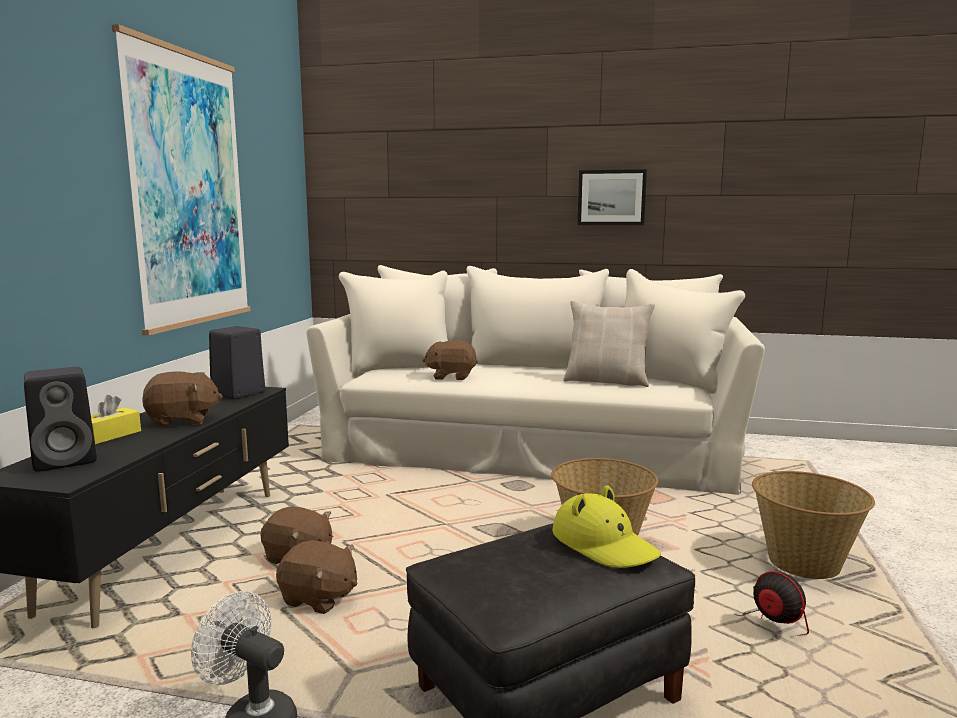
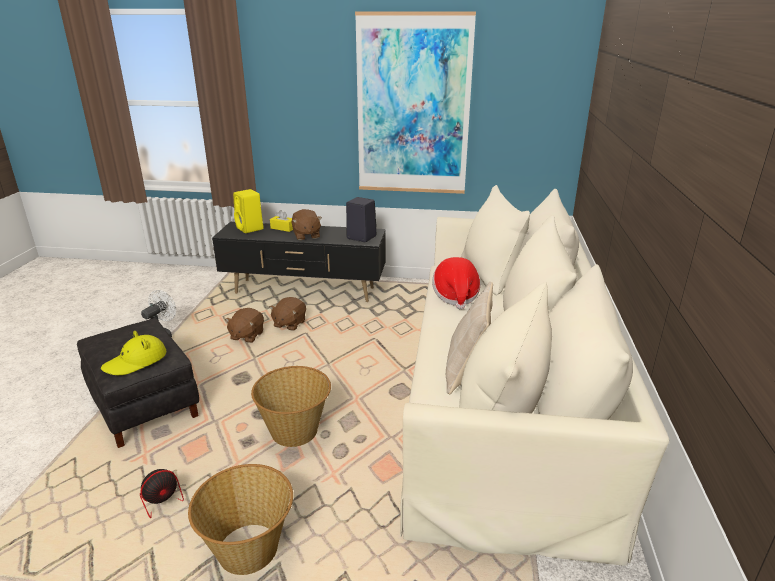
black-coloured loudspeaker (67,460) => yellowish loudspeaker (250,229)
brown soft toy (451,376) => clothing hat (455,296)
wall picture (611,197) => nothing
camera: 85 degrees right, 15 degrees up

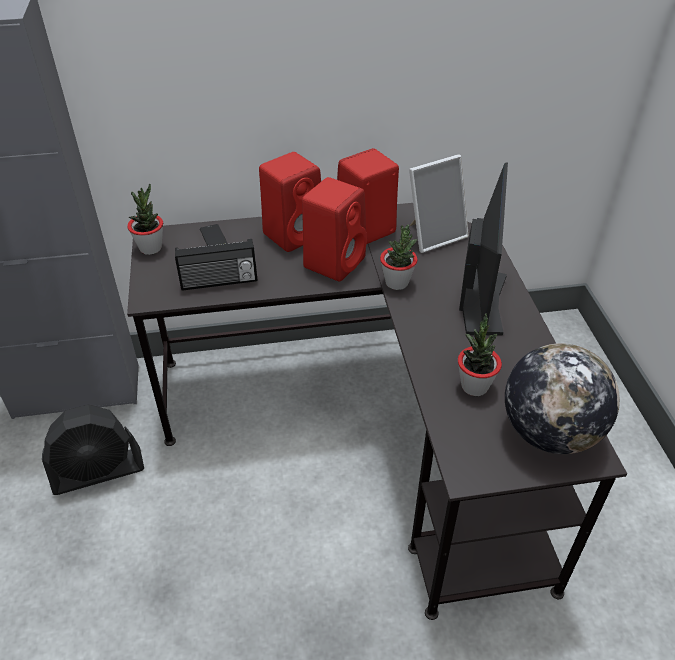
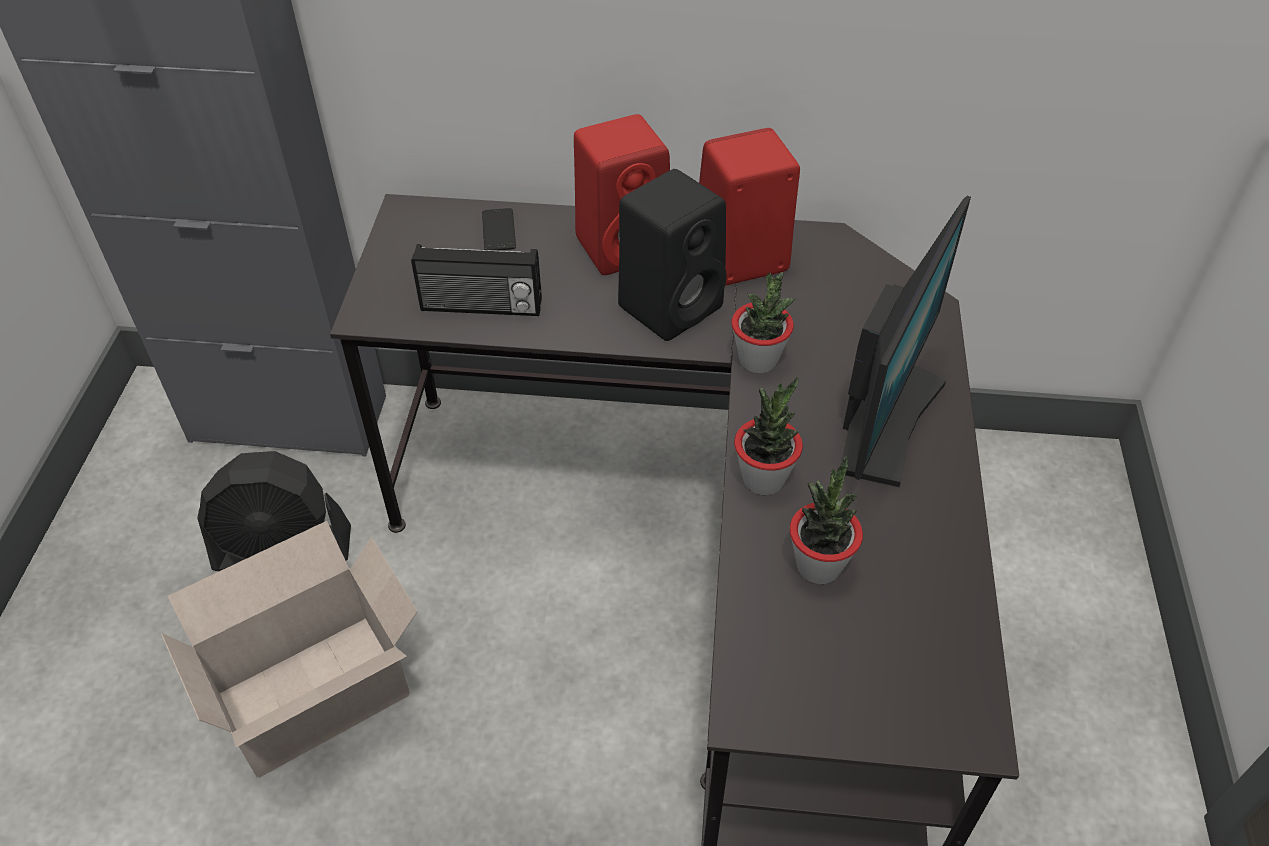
plant in a pot (150,248) => plant in a pot (763,479), move
red-coloured loudspeaker (335,261) => black-coloured loudspeaker (672,305)
picture frame (434,235) => nothing
world globe (549,432) => nothing
nothing => carton (320,692)
camera: 15 degrees right, 5 degrees up

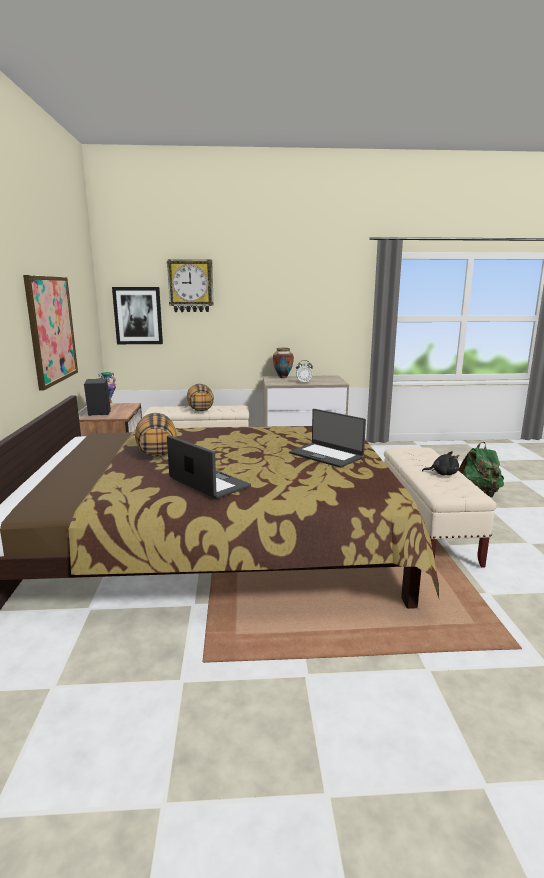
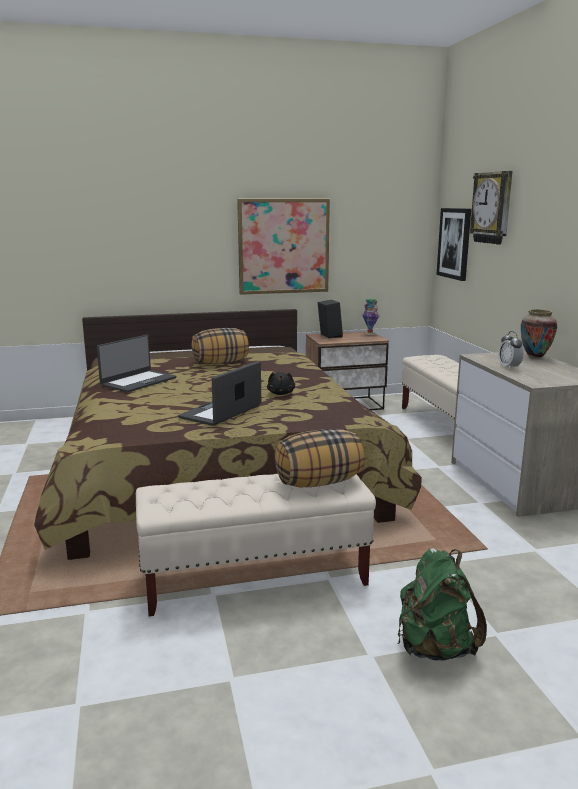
pillow (200,409) => pillow (319,482), move
black-coloured soft toy (442,474) => black-coloured soft toy (281,393), move
camera: 80 degrees right, 0 degrees up

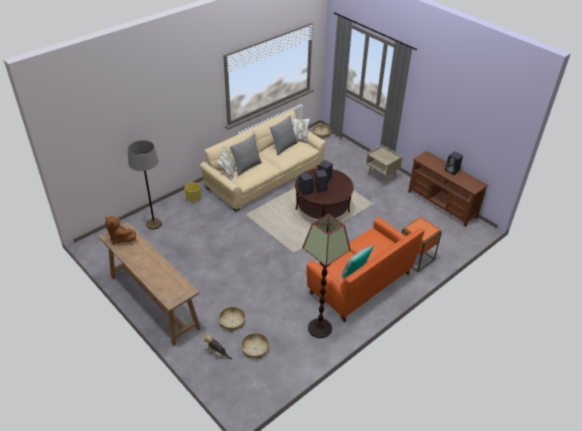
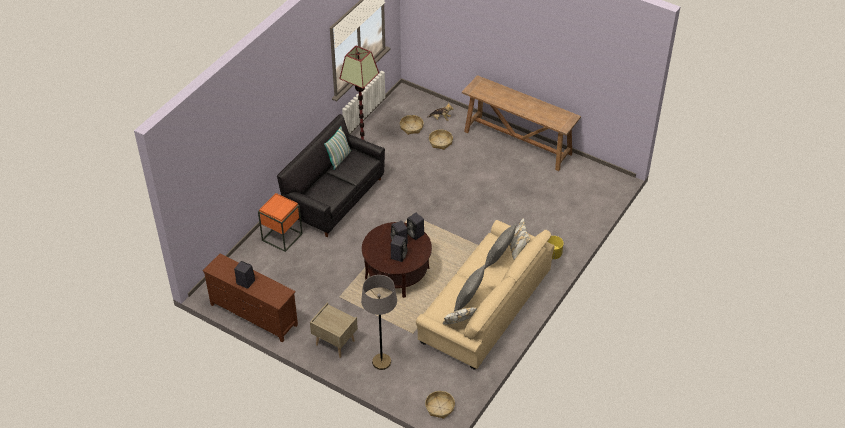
brown soft toy (120,239) => nothing
grey standard lamp (154,224) => grey standard lamp (381,362), move
orange settee (360,284) => black-coloured settee (335,198)
camera: 165 degrees right, 5 degrees up

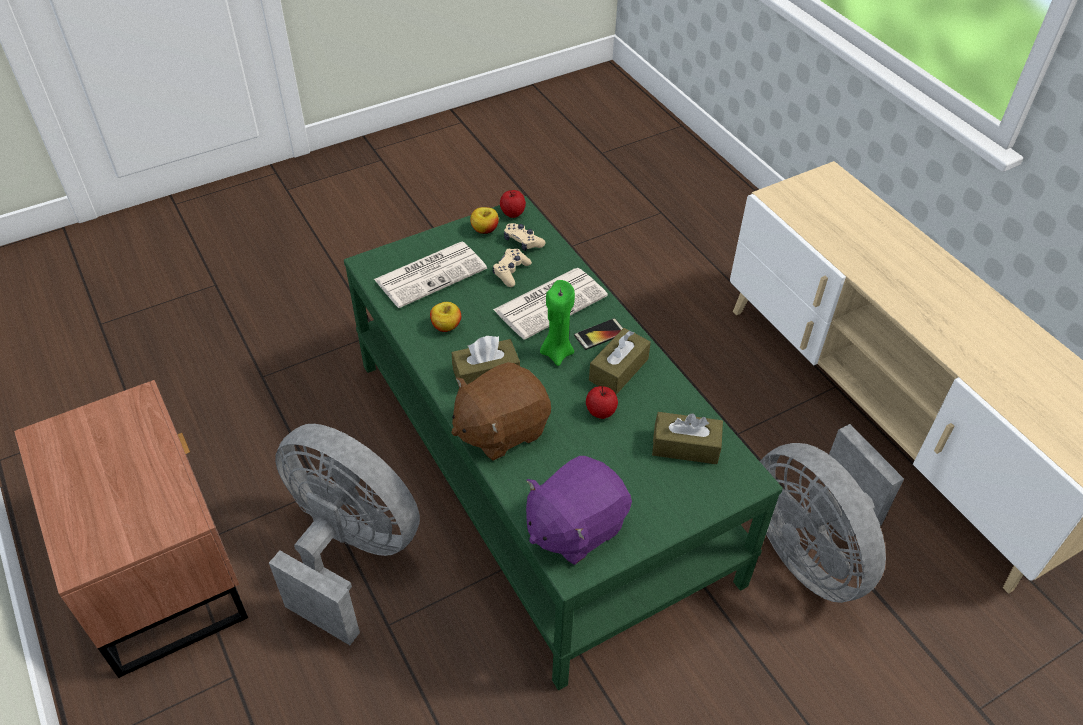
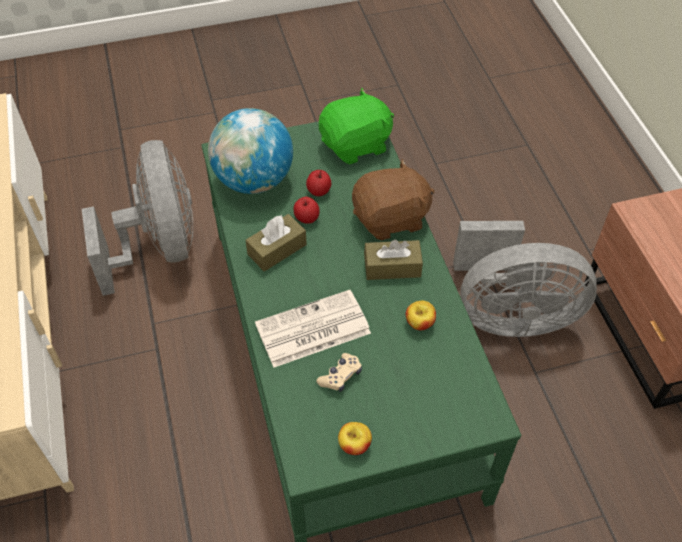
grey electric fan (349,553) => grey electric fan (509,315), 45 degrees counterclockwise
printed paper (431,273) => nothing
whole apple (512,213) => whole apple (319,191), move
sand-coloured game controller (523,242) => nothing
purplish soft toy (574,527) => green-coloured soft toy (356,145)
green-coloured candle (557,352) => nothing
phone (600,334) => nothing
brown tissue holder (685,446) => world globe (254,180)
camera: 165 degrees left, 5 degrees up

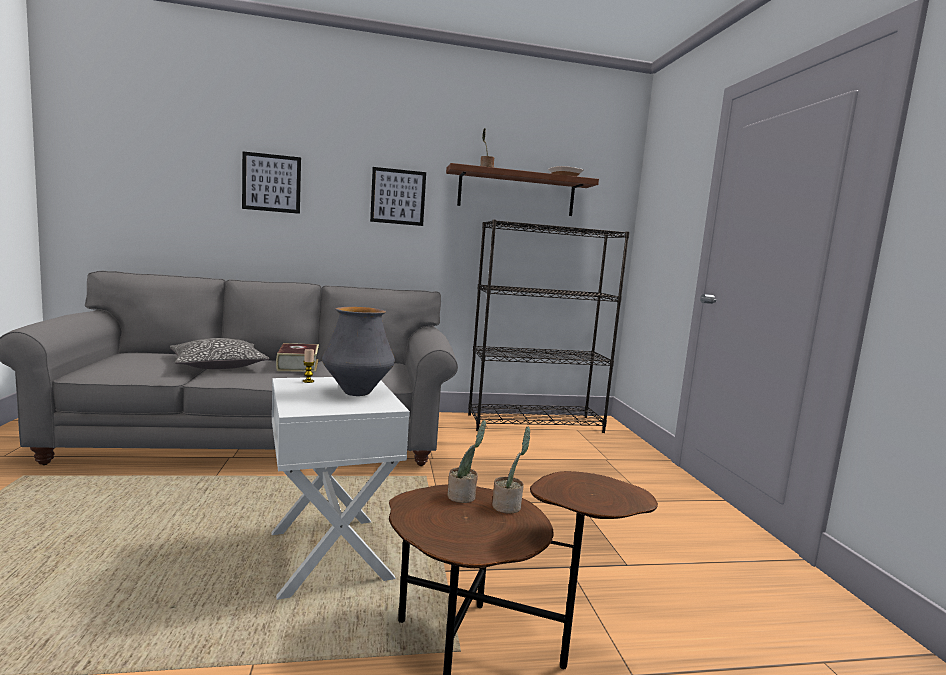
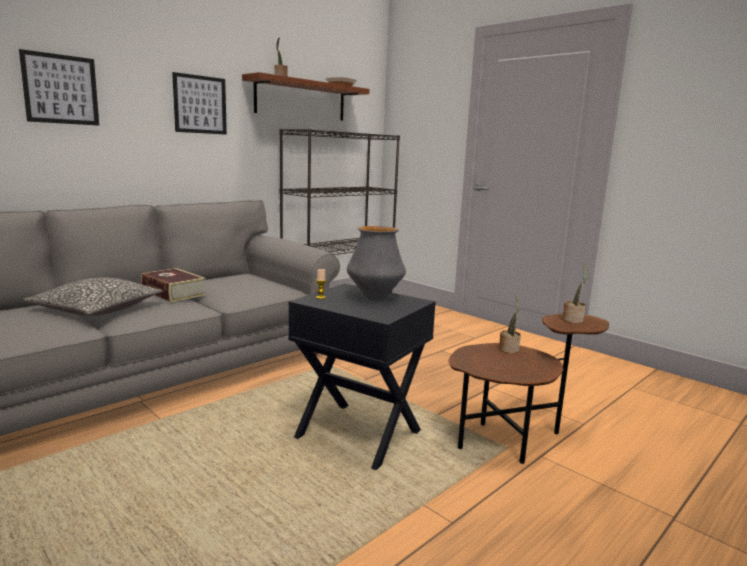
whitish side table (327,556) => black-coloured side table (357,435)
plant in a pot (463,496) => plant in a pot (573,320), move
camera: 35 degrees left, 5 degrees up

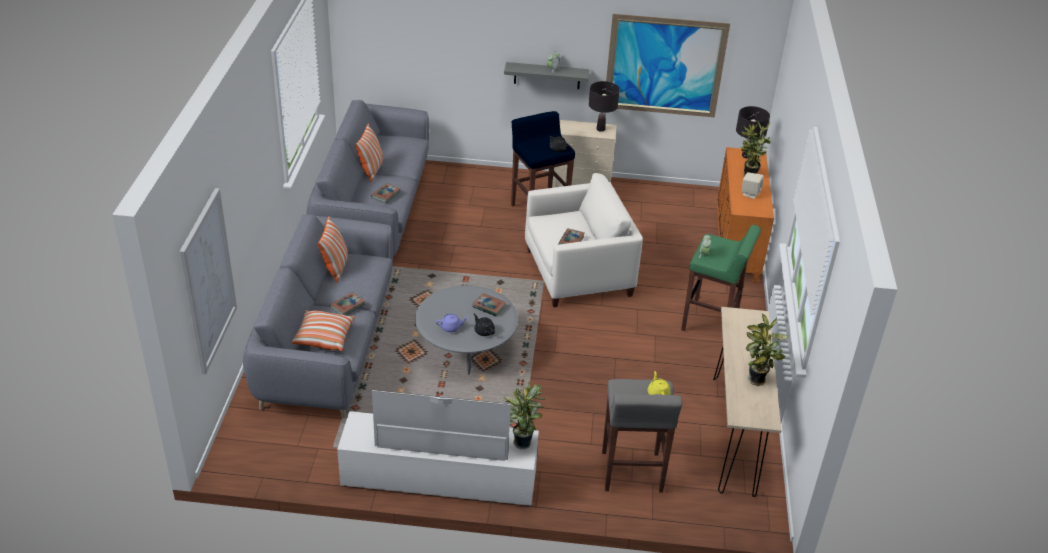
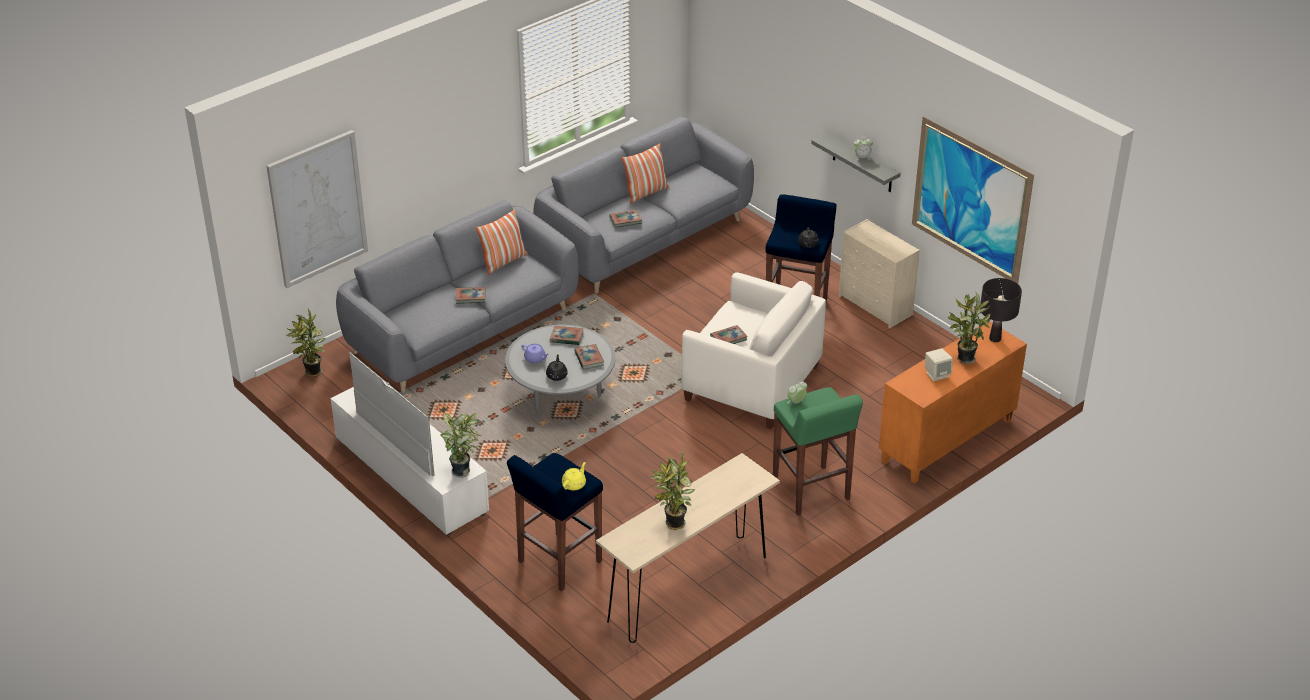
pillow (323,337) => nothing
black-coloured tabletop lamp (600,129) => nothing
grey sitting stool (631,472) => bluish sitting stool (558,562)
nothing => plant in a pot (312,373)
nothing => book (566,337)
camera: 45 degrees right, 0 degrees up

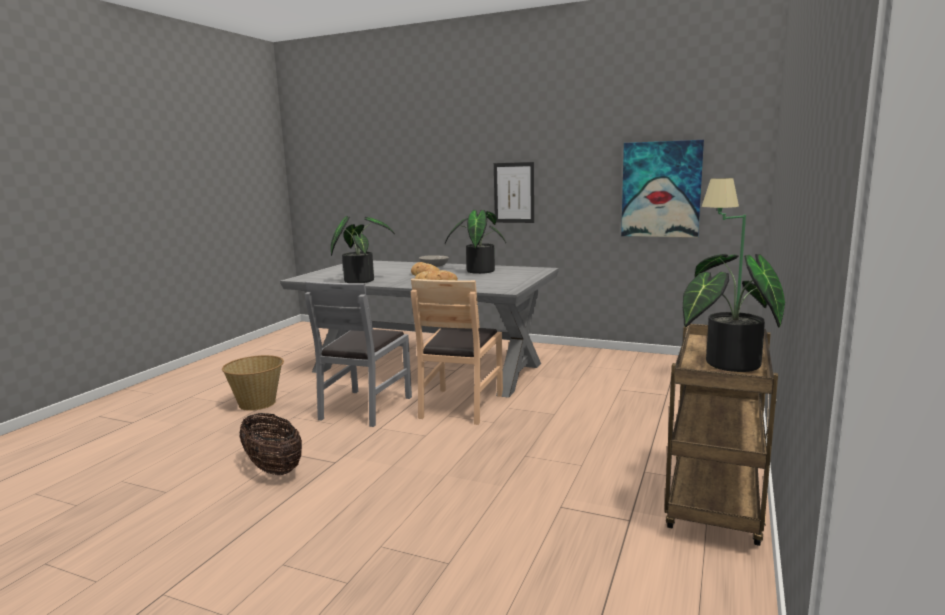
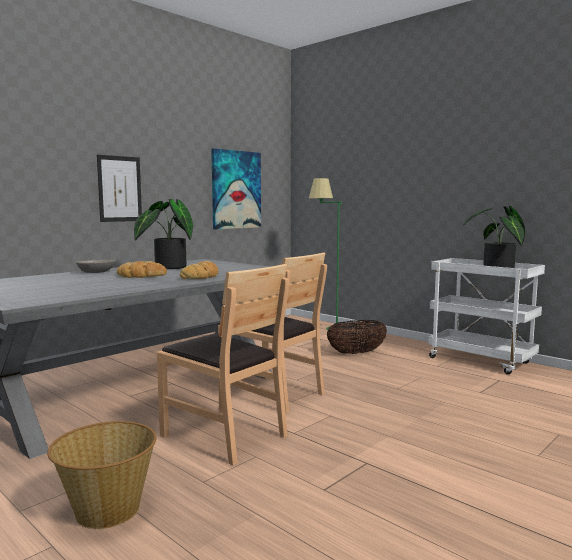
basket (273,468) => basket (356,353), move
grey chair (365,407) => brown chair (224,435)
plant in a pot (360,280) => nothing
brown cart (715,504) => whitish cart (482,361)
camera: 70 degrees left, 5 degrees down

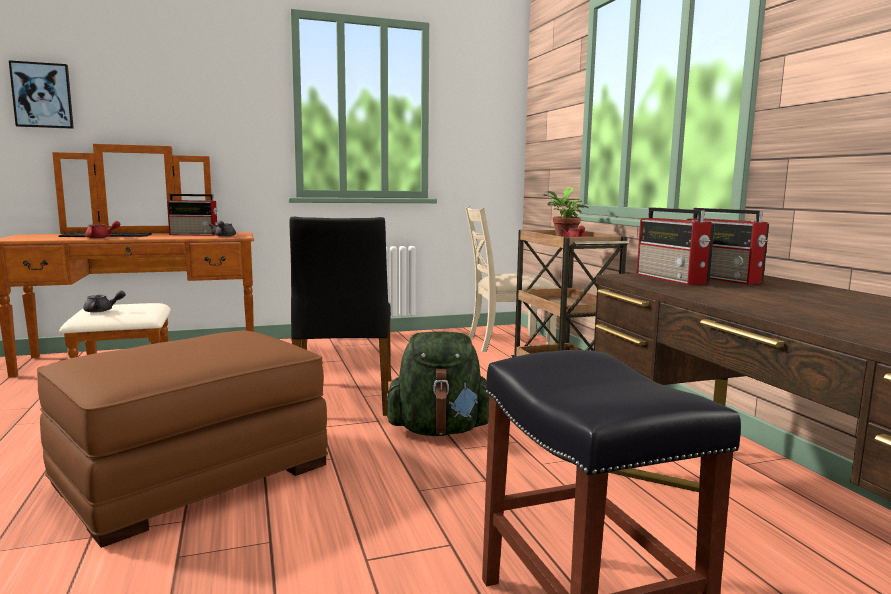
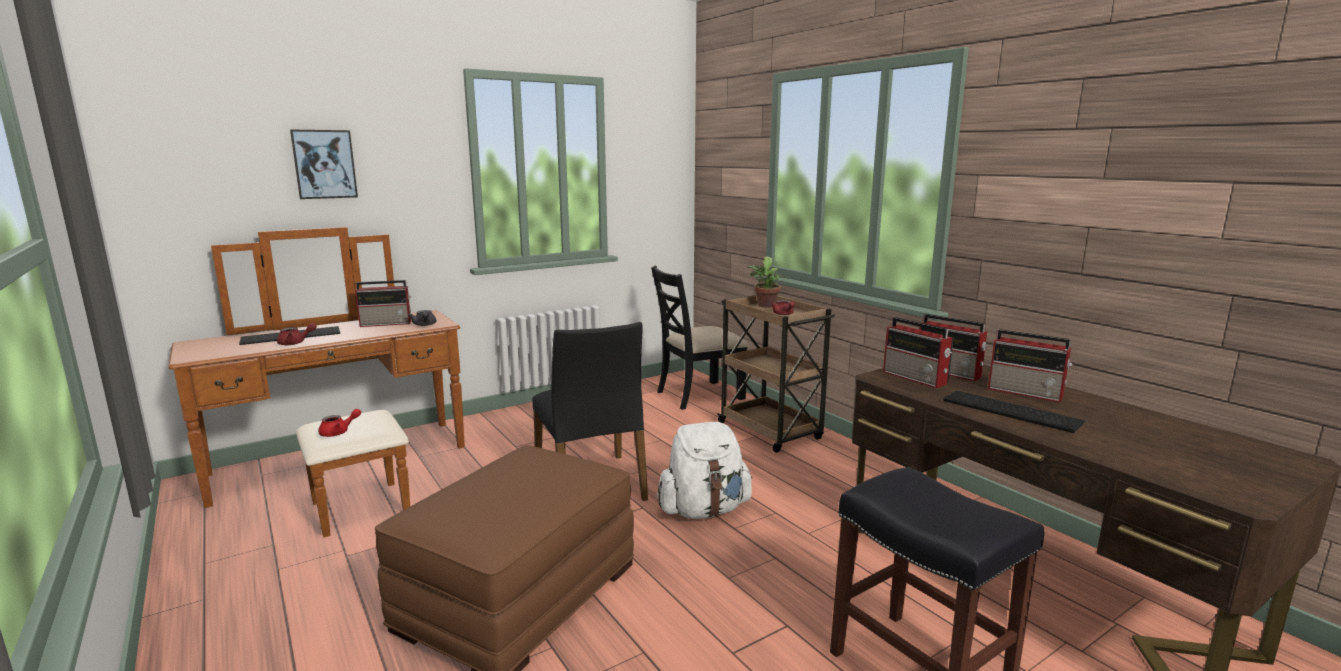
wall picture (42,95) => wall picture (324,164), move
grey pot for tea (102,311) => red-coloured pot for tea (339,432)
green-coloured knapsack (439,430) => whitish knapsack (704,510)
sand-coloured chair (508,343) => black-coloured chair (698,395)
nothing => keyboard (1008,411)
nothing => radio set (1027,392)
camera: 15 degrees left, 5 degrees up

